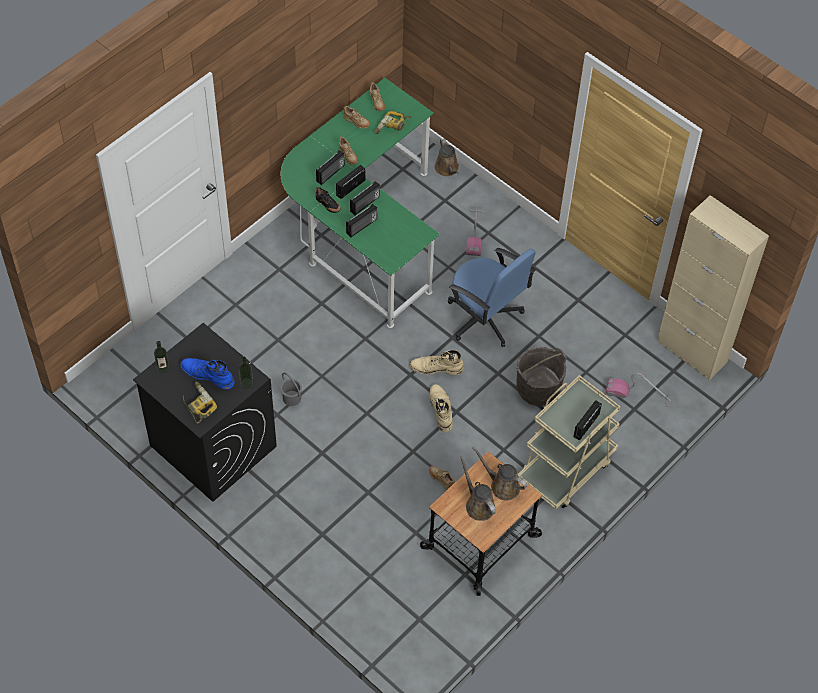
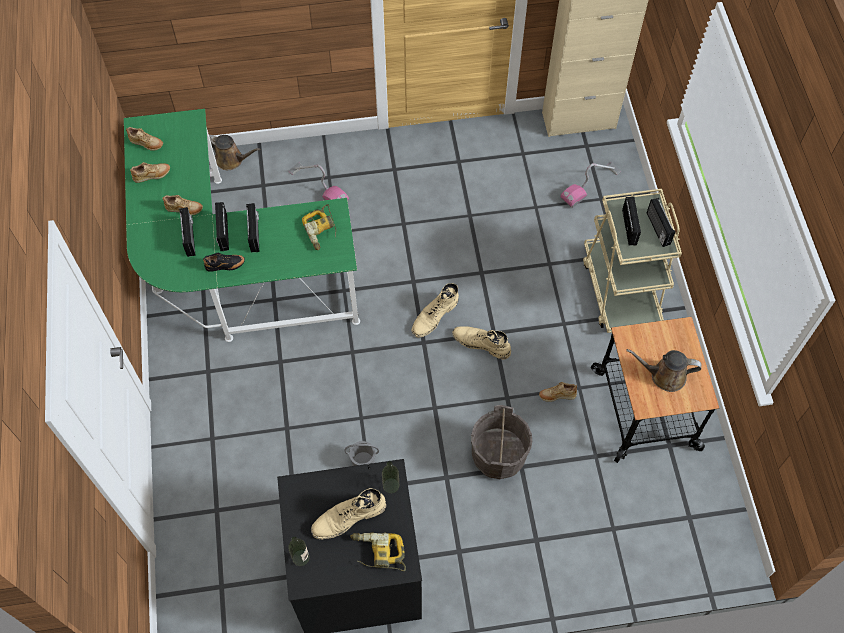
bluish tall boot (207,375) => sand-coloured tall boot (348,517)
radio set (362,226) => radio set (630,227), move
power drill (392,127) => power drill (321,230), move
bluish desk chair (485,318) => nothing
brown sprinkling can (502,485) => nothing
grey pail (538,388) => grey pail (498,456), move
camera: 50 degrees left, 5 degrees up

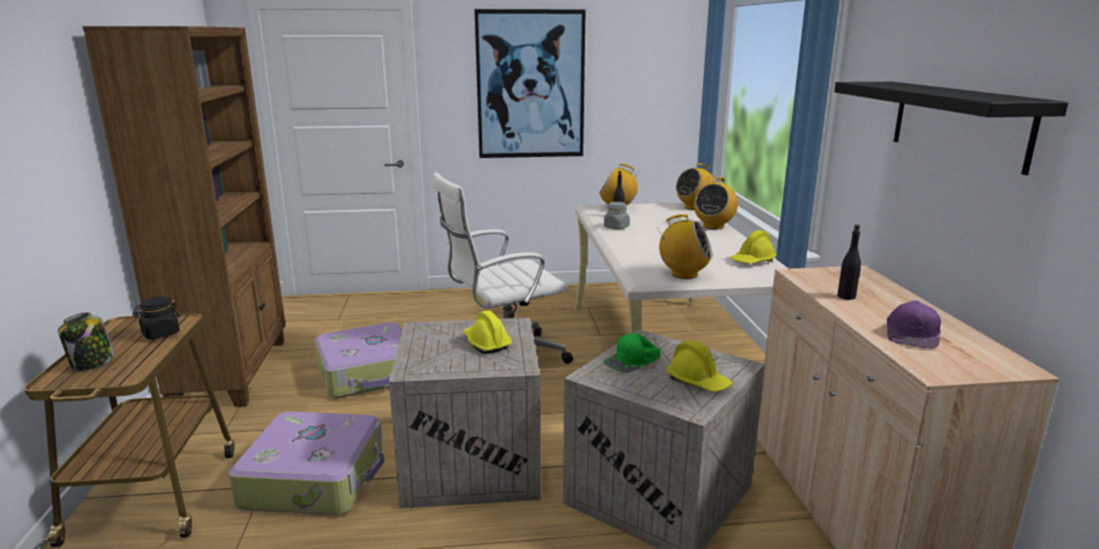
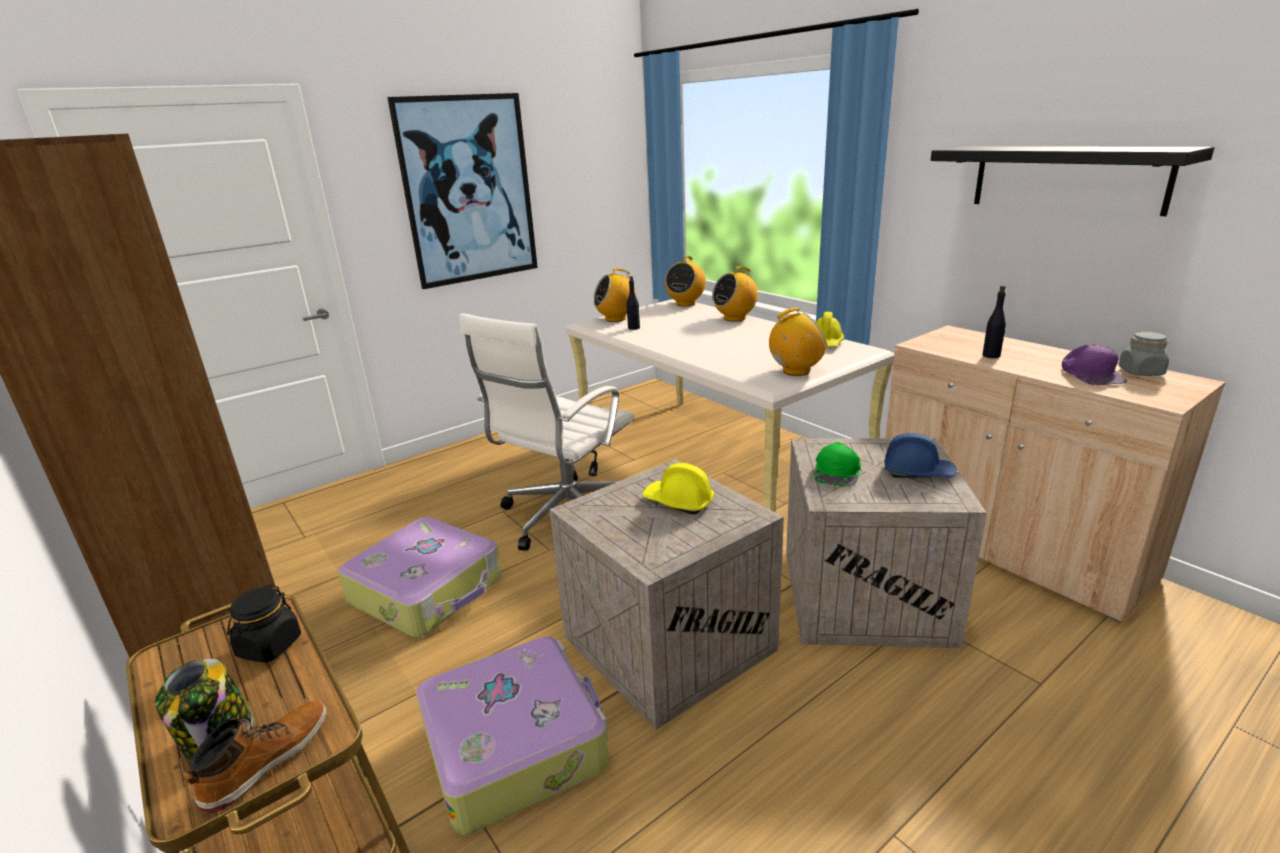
grey jar (616,227) => grey jar (1141,372), move
yellowish work helmet (698,382) => bluish work helmet (918,472)
radio set (713,226) => radio set (735,318), 60 degrees clockwise
nothing => tall boot (266,760)
camera: 30 degrees left, 5 degrees up

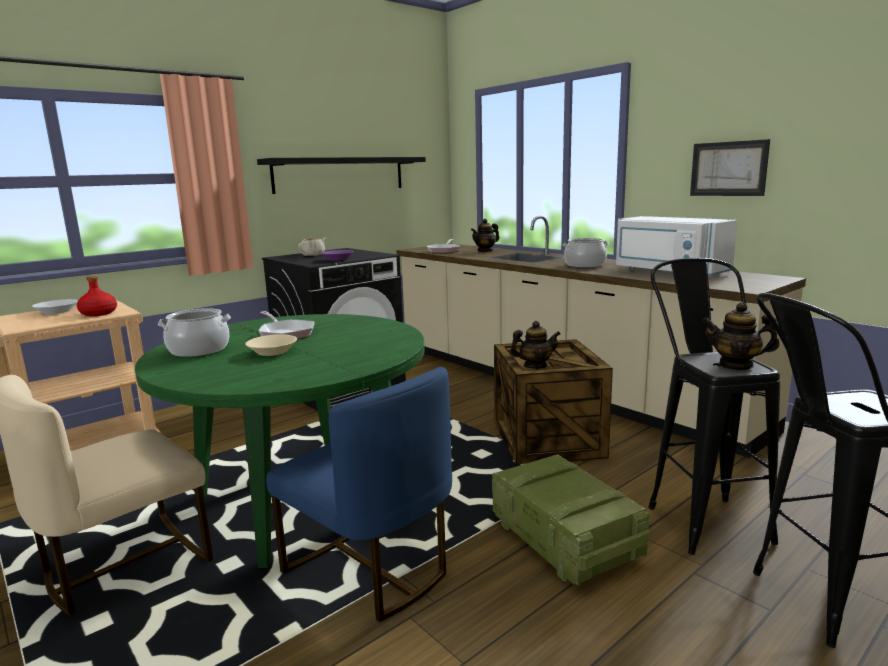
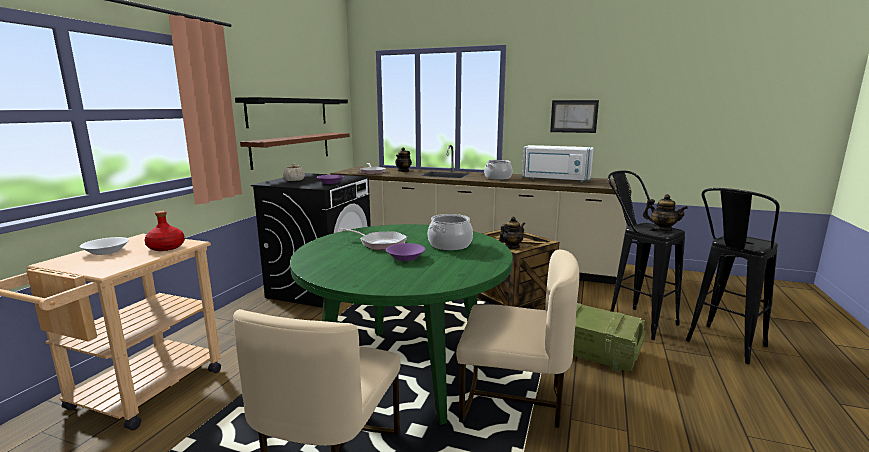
cooking pot (199,350) => cooking pot (449,245), move
sand-coloured serving bowl (273,352) => purplish serving bowl (406,257)
bluish chair (370,569) => sand-coloured chair (512,400)
pot for tea (736,365) => pot for tea (662,229), 135 degrees counterclockwise
nothing => brown shelf (292,149)
camera: 30 degrees left, 0 degrees up

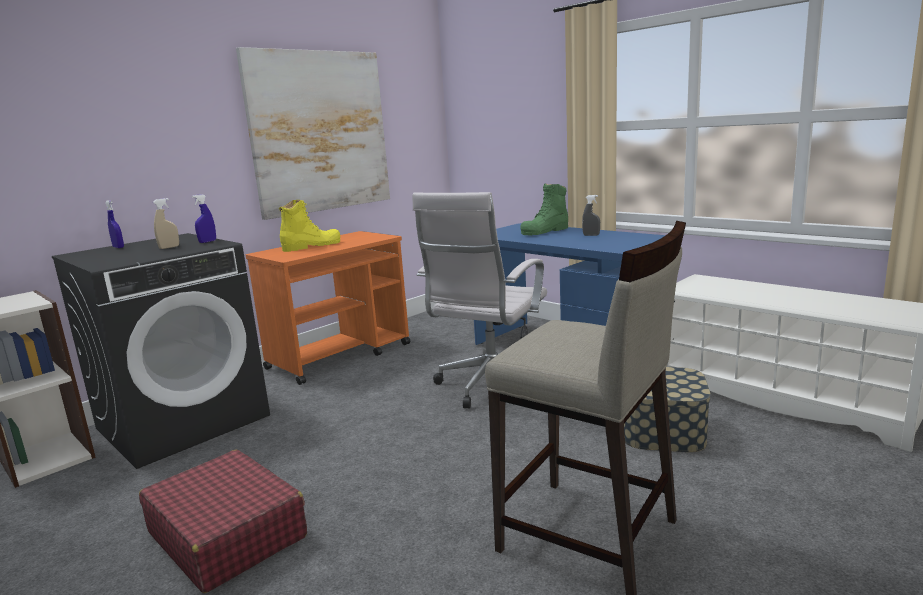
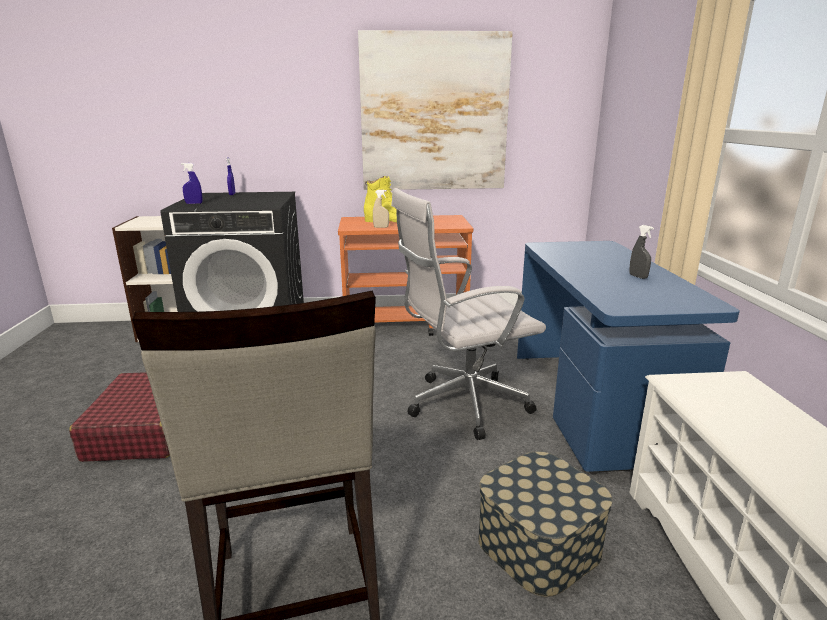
sand-coloured sprayer (169,247) => sand-coloured sprayer (381,227), move
bluish sprayer (207,241) => bluish sprayer (194,203), move
green-coloured tall boot (545,231) => nothing
camera: 40 degrees right, 5 degrees up

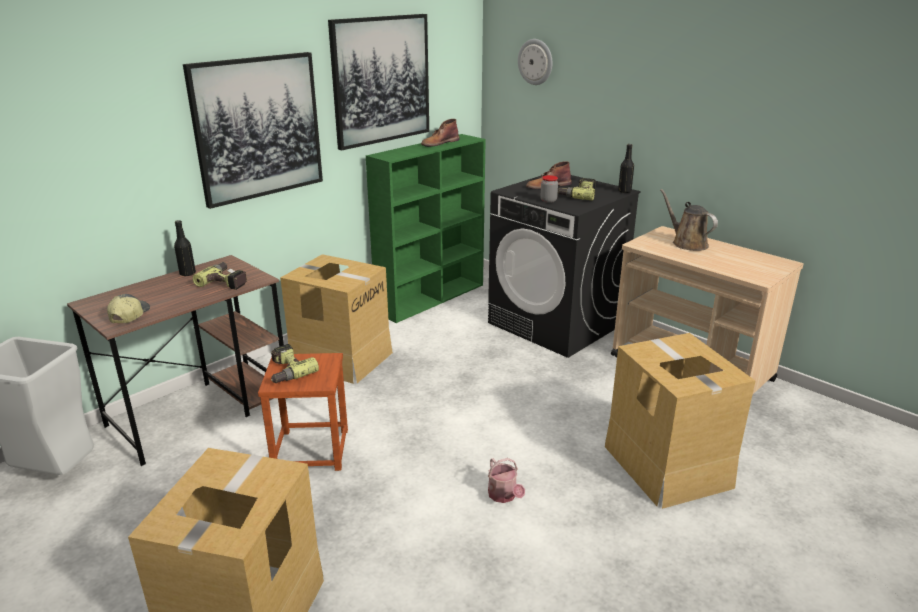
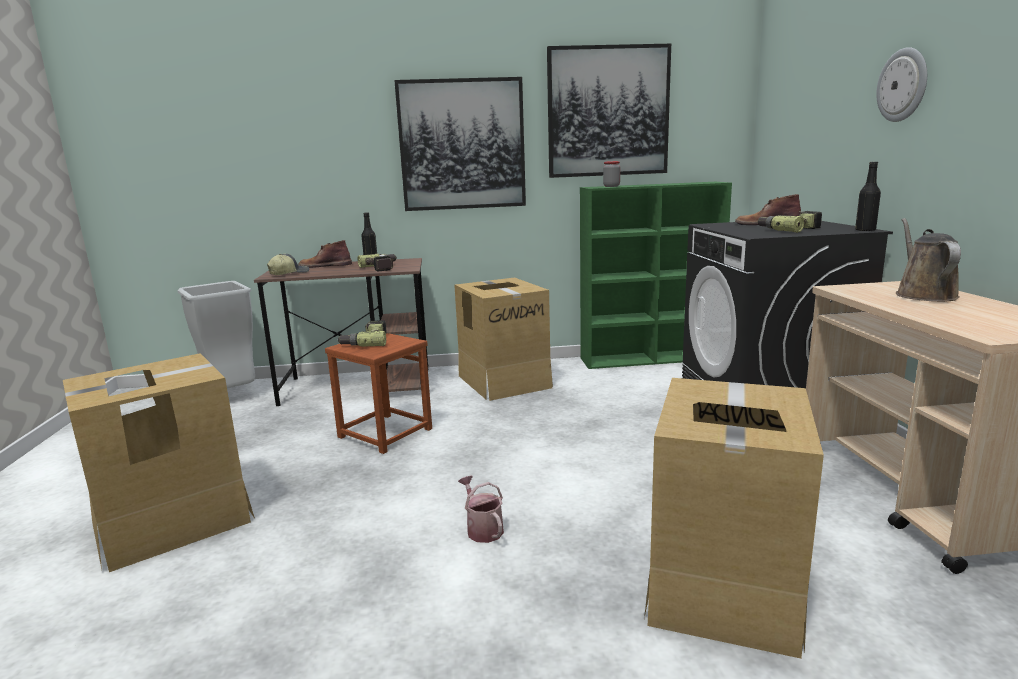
brown tall boot (439,143) => brown tall boot (325,265), move
sprinkling can (504,496) => sprinkling can (482,528), 135 degrees clockwise
hanging clock (535,62) => hanging clock (903,85), move
jar (548,200) => jar (611,186), move
camera: 40 degrees right, 10 degrees down

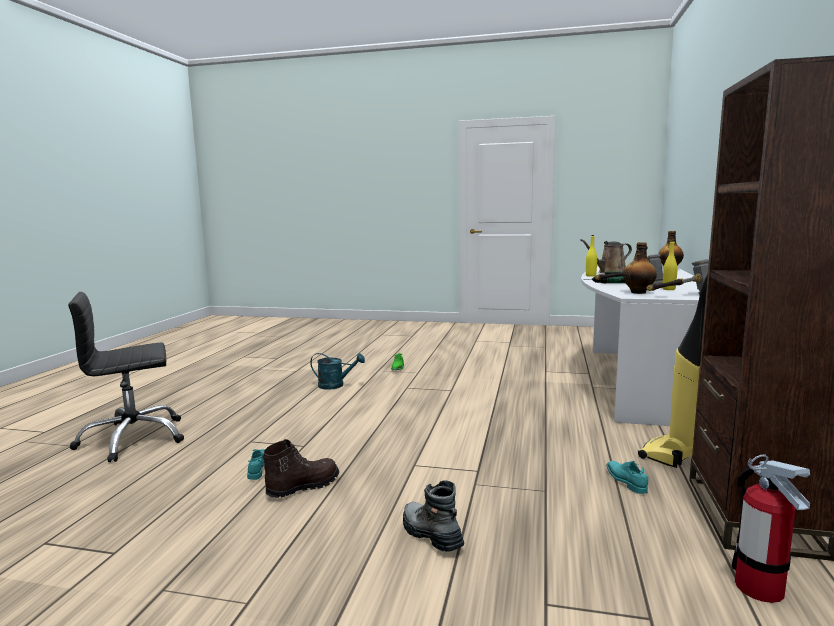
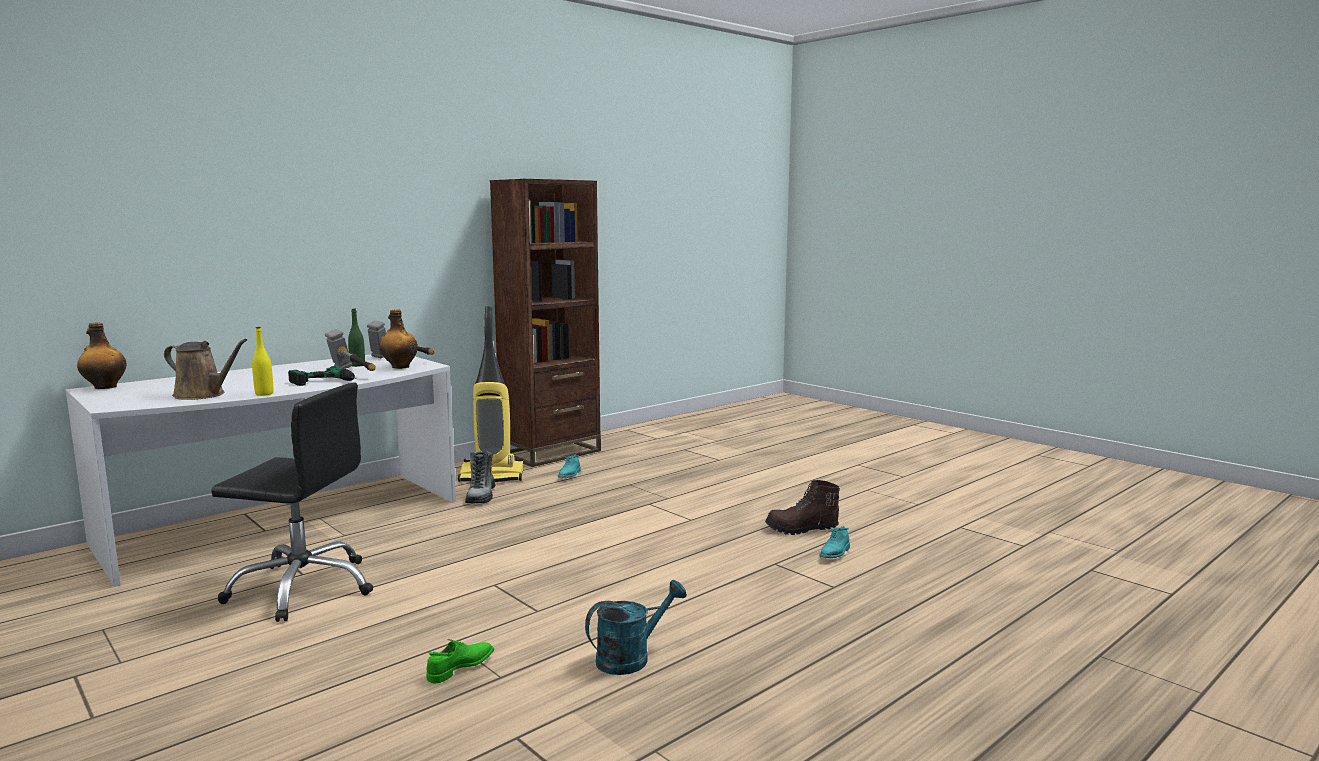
black-coloured desk chair (133,438) => black-coloured desk chair (303,588), move
turquoise sprinkling can (336,385) => turquoise sprinkling can (631,658), 105 degrees clockwise
tall boot (431,535) => tall boot (481,496), move
yellowish beverage bottle (668,289) => green-coloured beverage bottle (357,365)
extinguisher (758,587) => nothing
camera: 145 degrees left, 0 degrees up

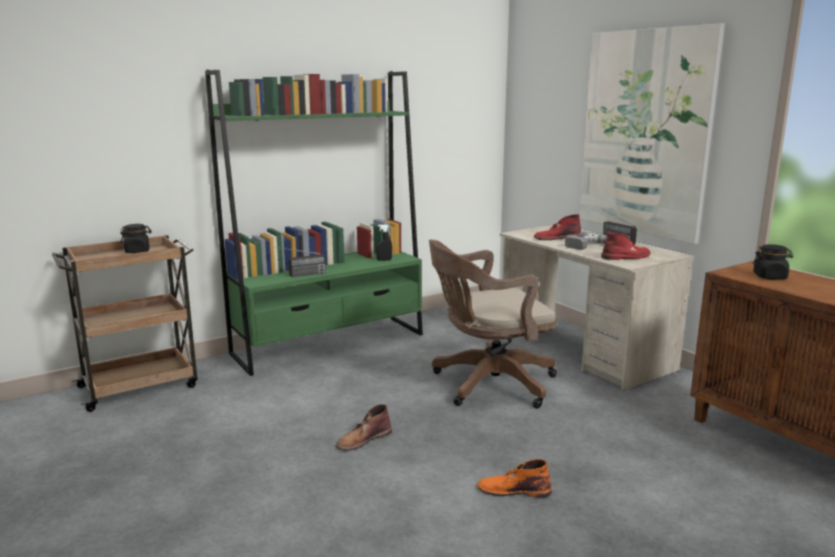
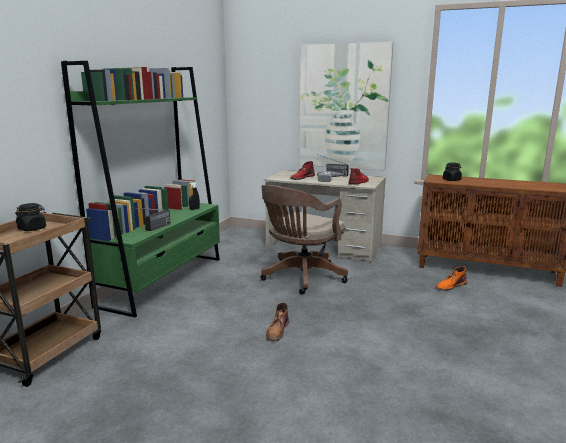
orange tall boot (513,490) => orange tall boot (450,286), move
camera: 35 degrees left, 0 degrees up

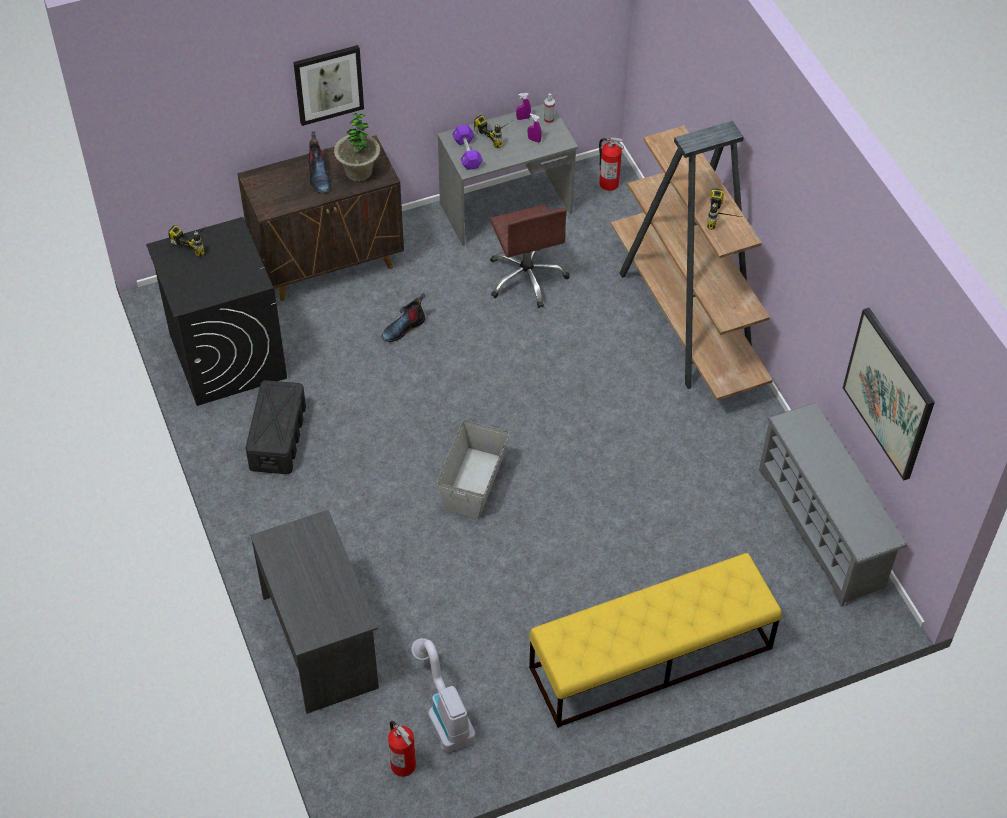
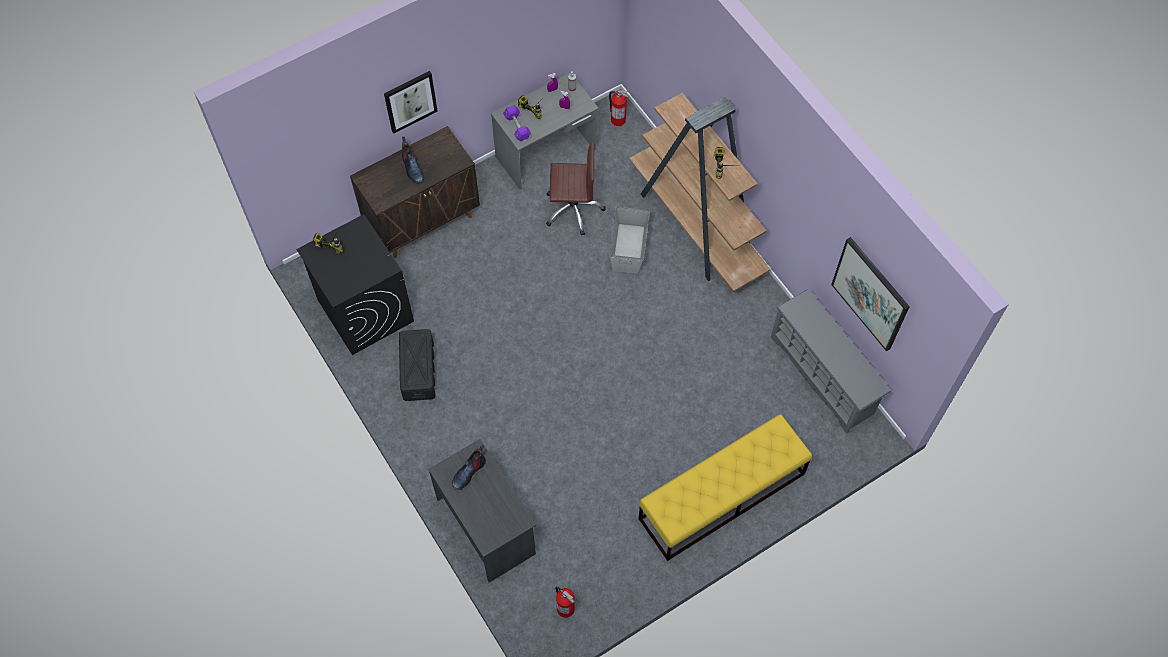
plant in a pot (358,171) => nothing
tall boot (403,328) => tall boot (469,472), move
vacuum cleaner (443,711) => nothing
grey storage box (474,482) => grey storage box (629,248), move
brown desk chair (527,278) => brown desk chair (573,209), 60 degrees counterclockwise
camera: 10 degrees left, 10 degrees up

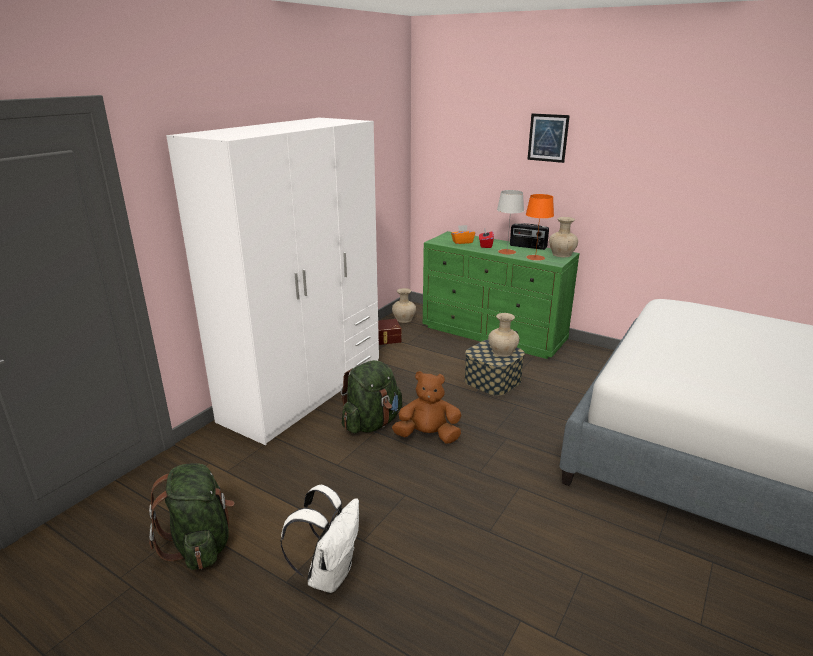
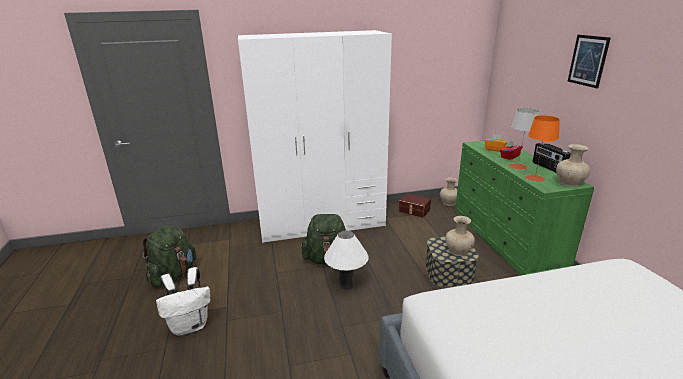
brown soft toy (428,436) => whitish tabletop lamp (346,285)
camera: 45 degrees right, 0 degrees up

